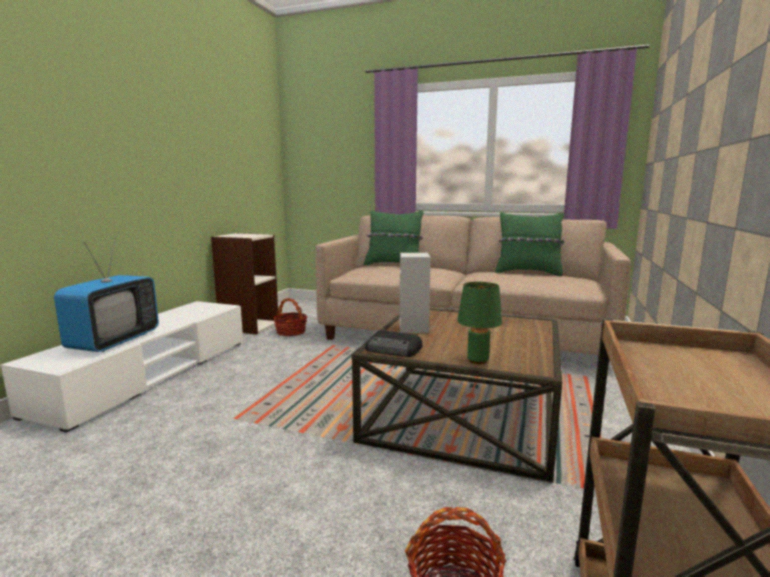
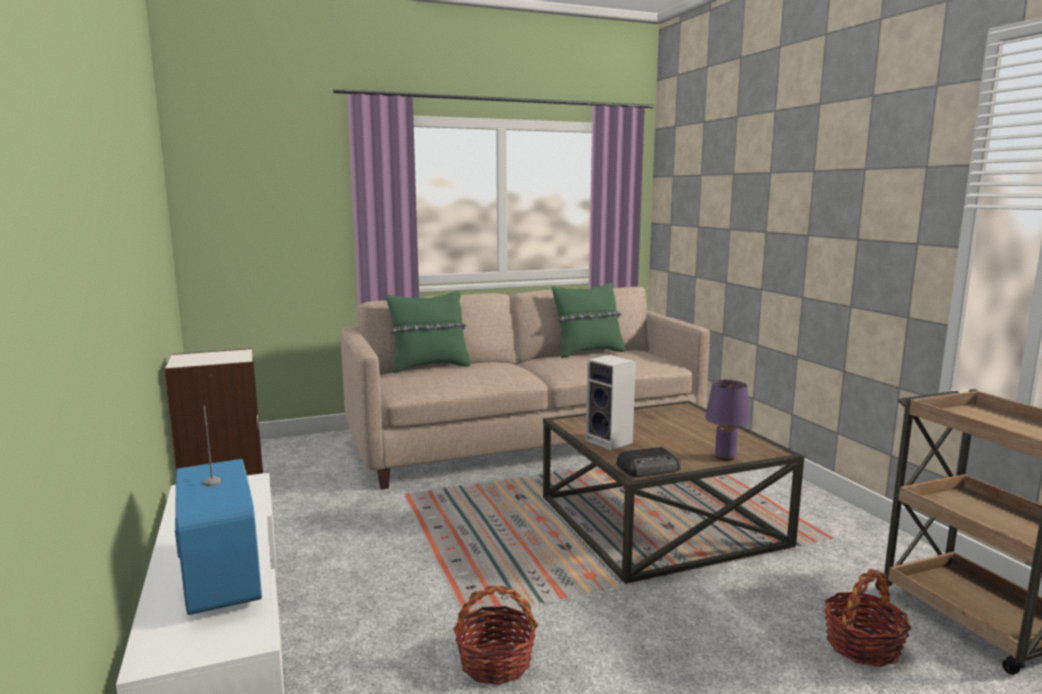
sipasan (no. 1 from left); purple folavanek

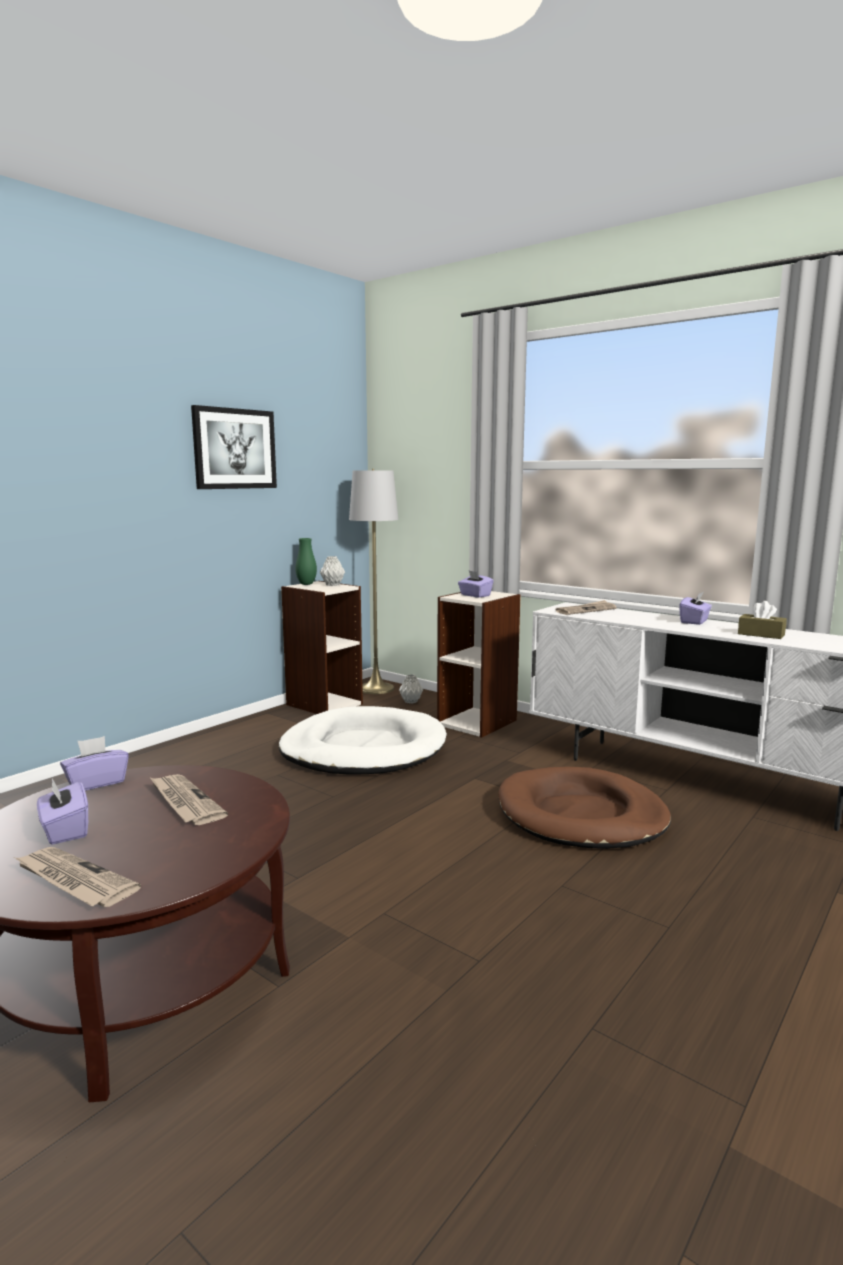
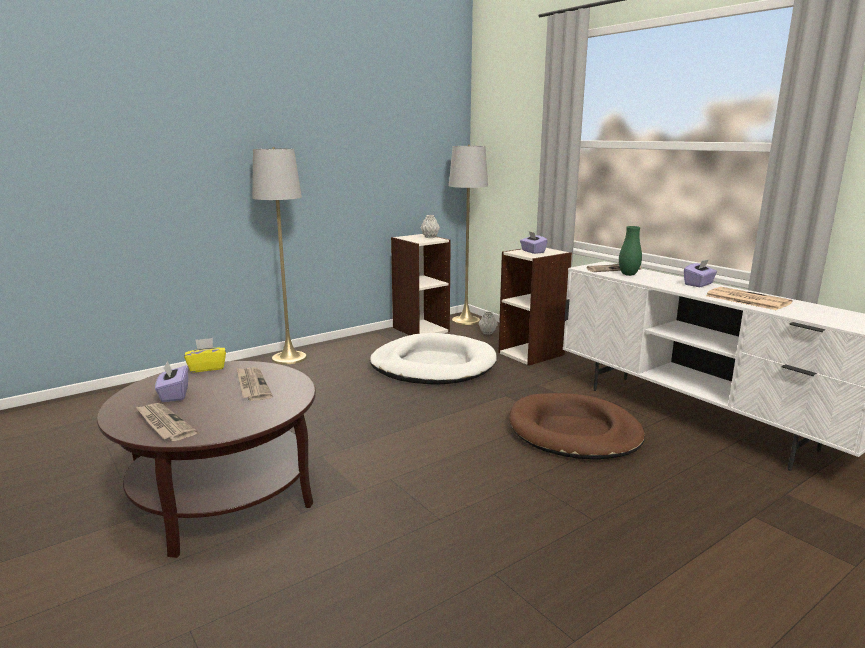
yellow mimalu; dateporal; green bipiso; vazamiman (no. 4 from left); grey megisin (no. 1 from left)

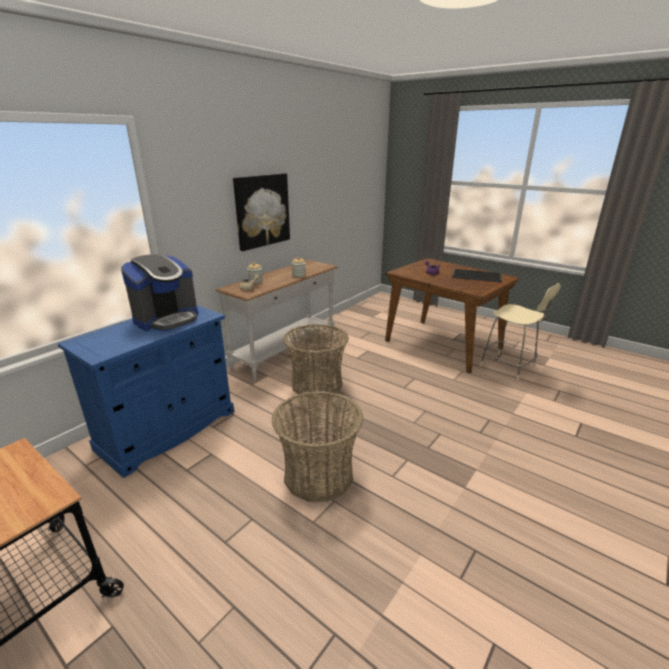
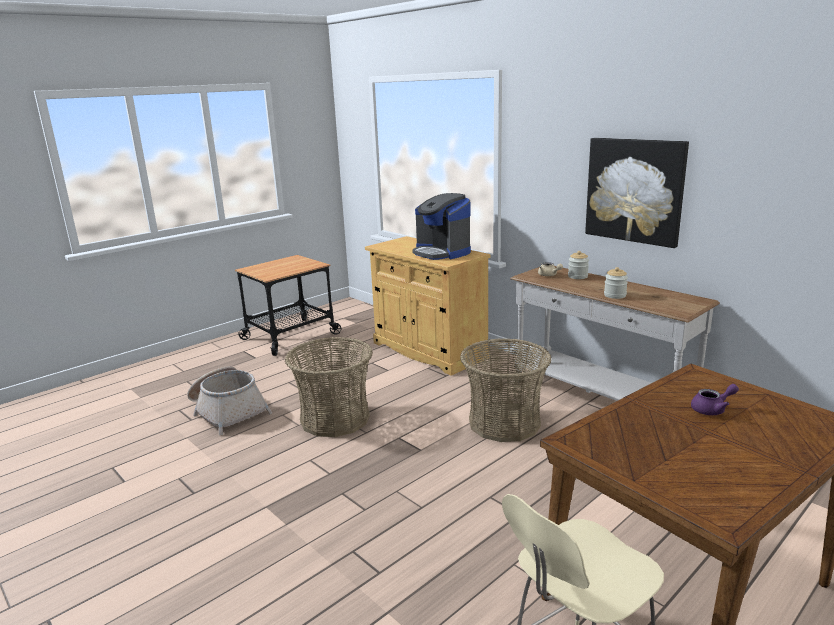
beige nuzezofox; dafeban; sipasan (no. 1 from left)

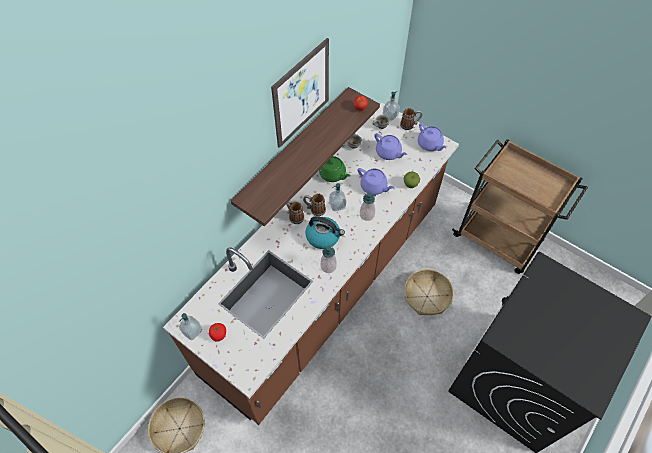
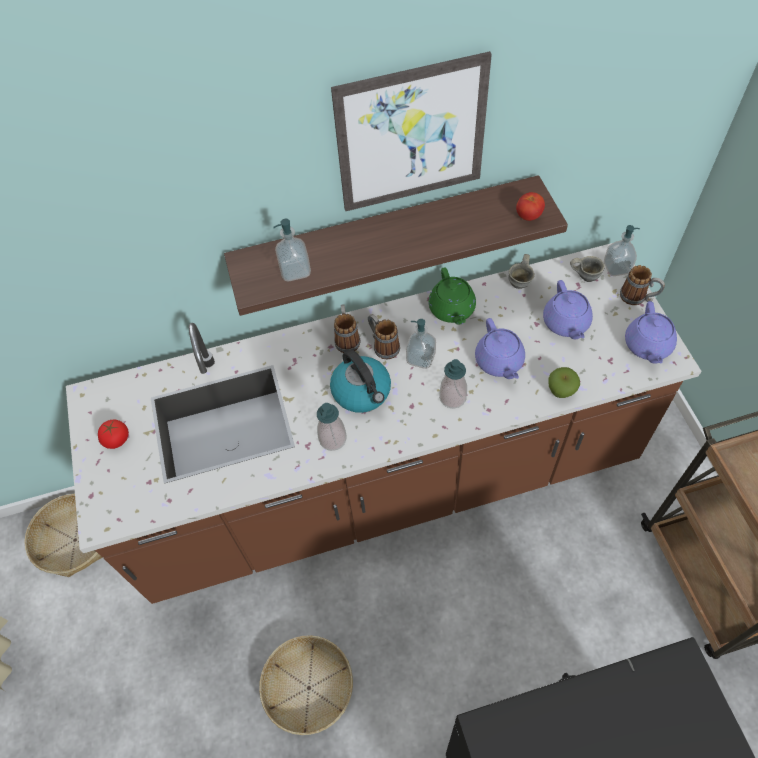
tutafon (no. 1 from left); sipasan (no. 2 from left)

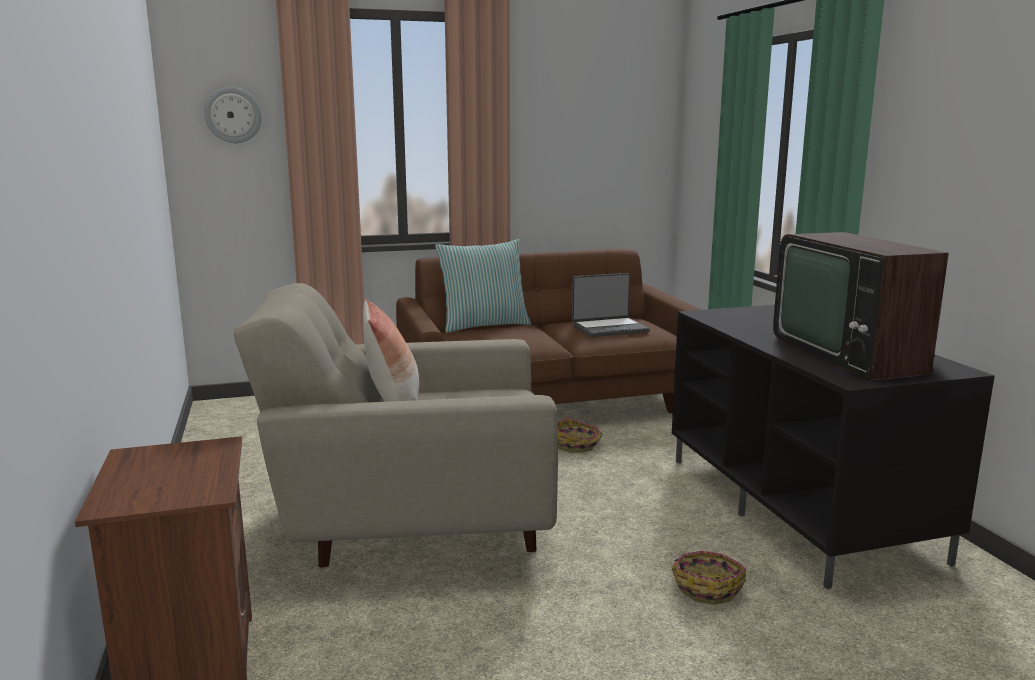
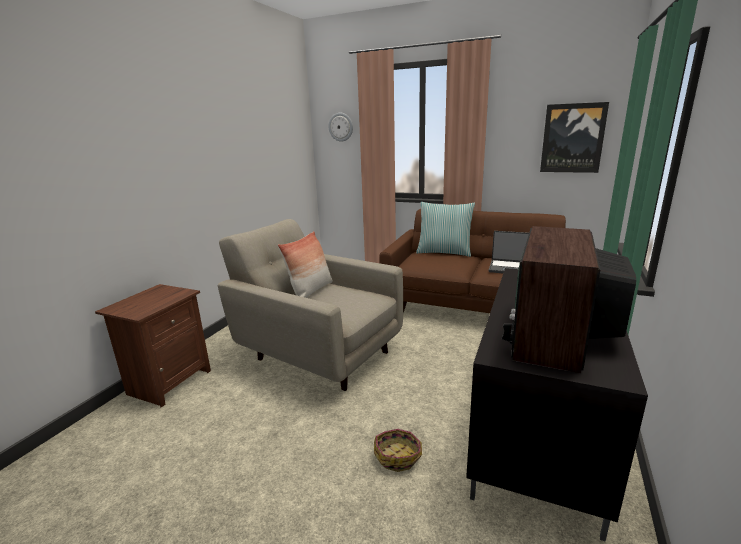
sipasan (no. 1 from left in the first image); dateporal

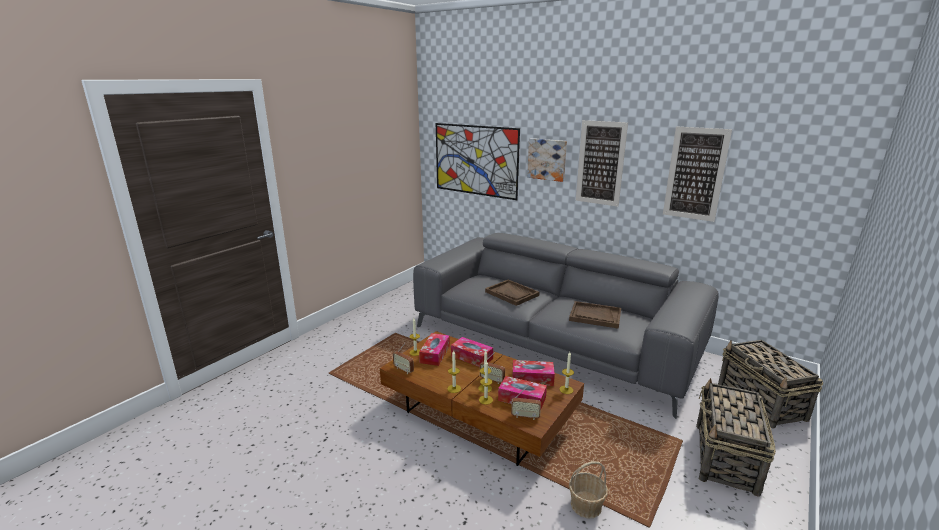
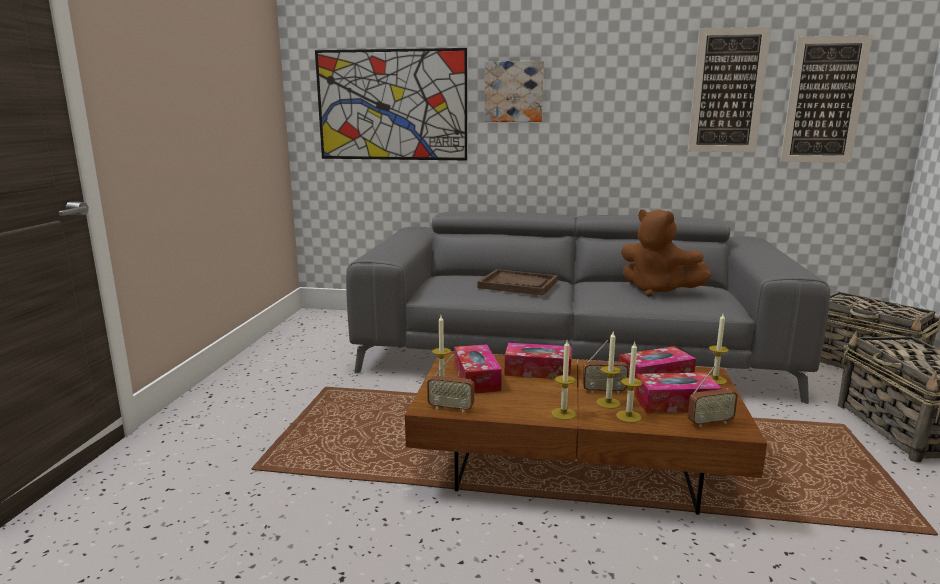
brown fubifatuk; sipasan (no. 1 from left in the first image); dateporal (no. 4 from left)

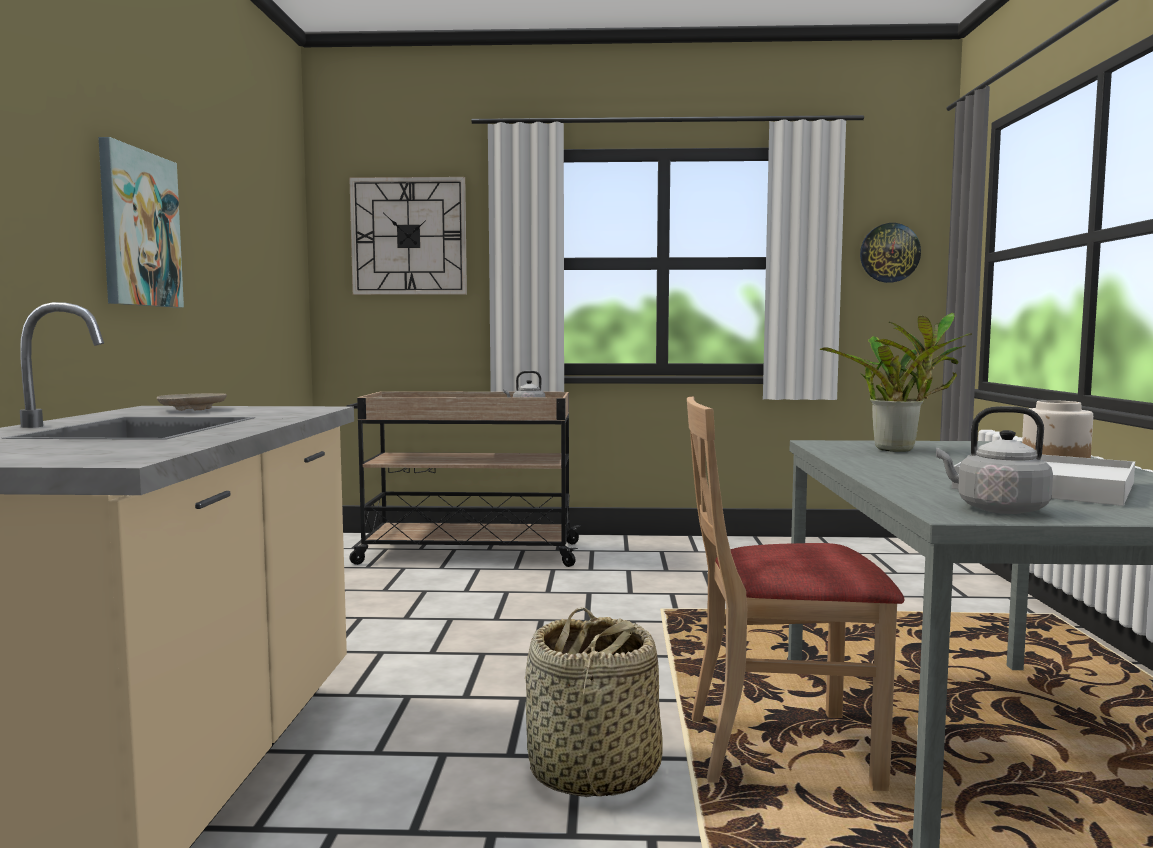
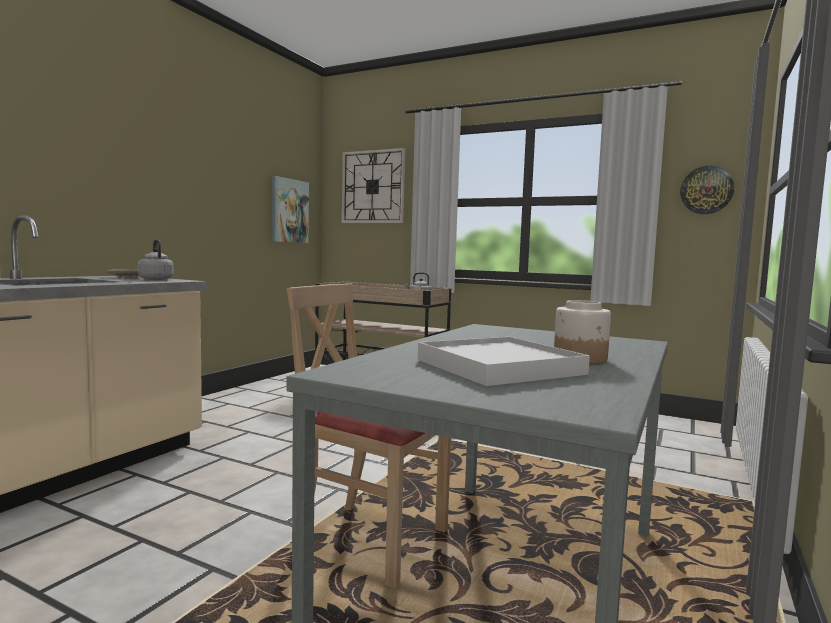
dateporal; sipasan; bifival; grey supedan (no. 1 from left)

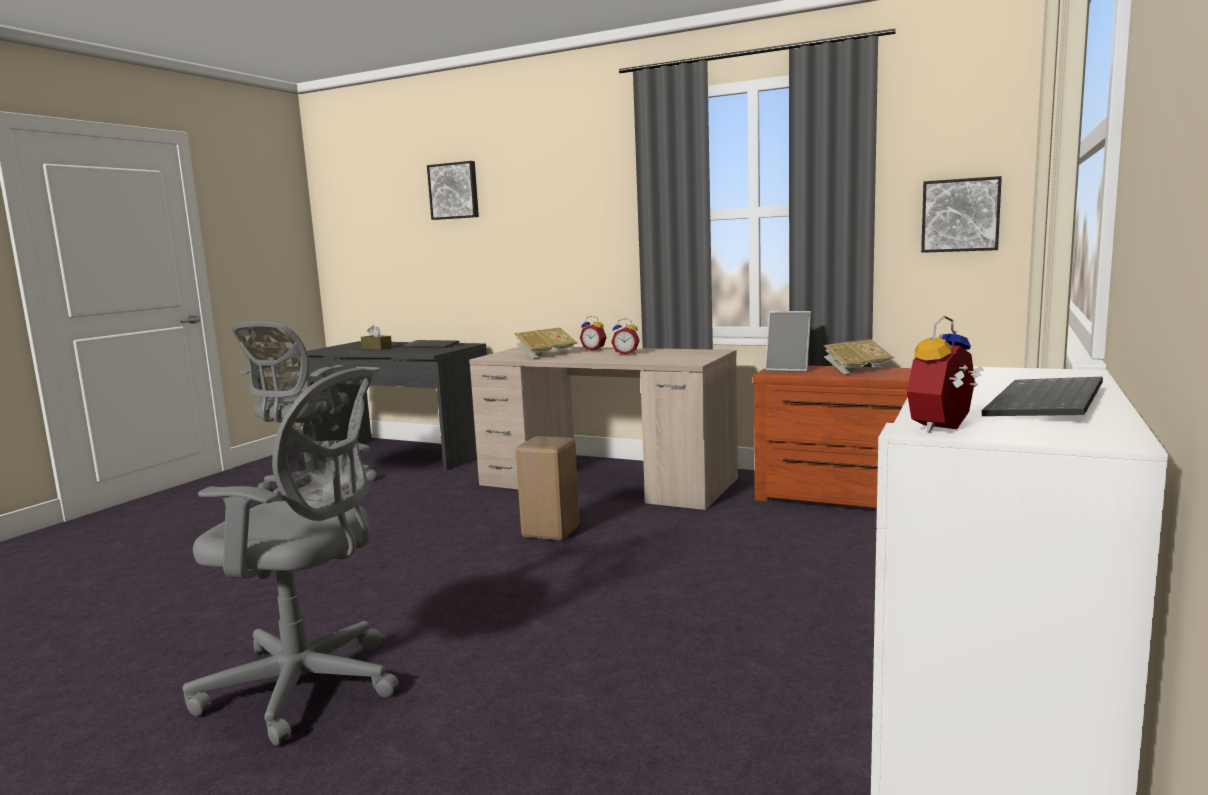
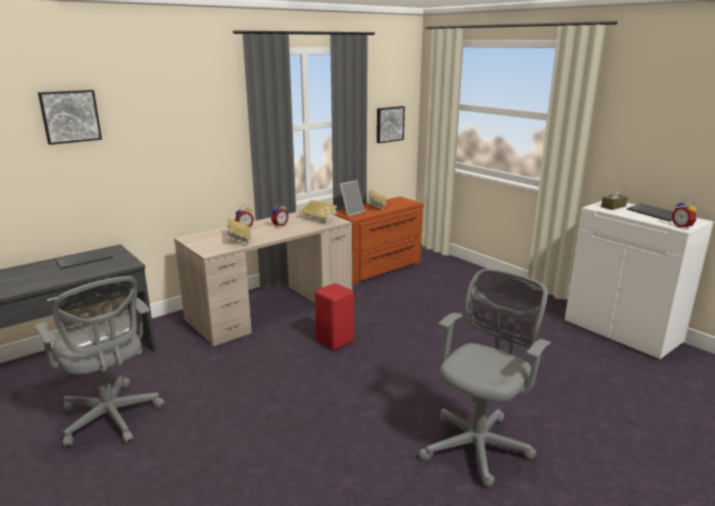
brown mimalu; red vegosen; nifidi (no. 2 from left)

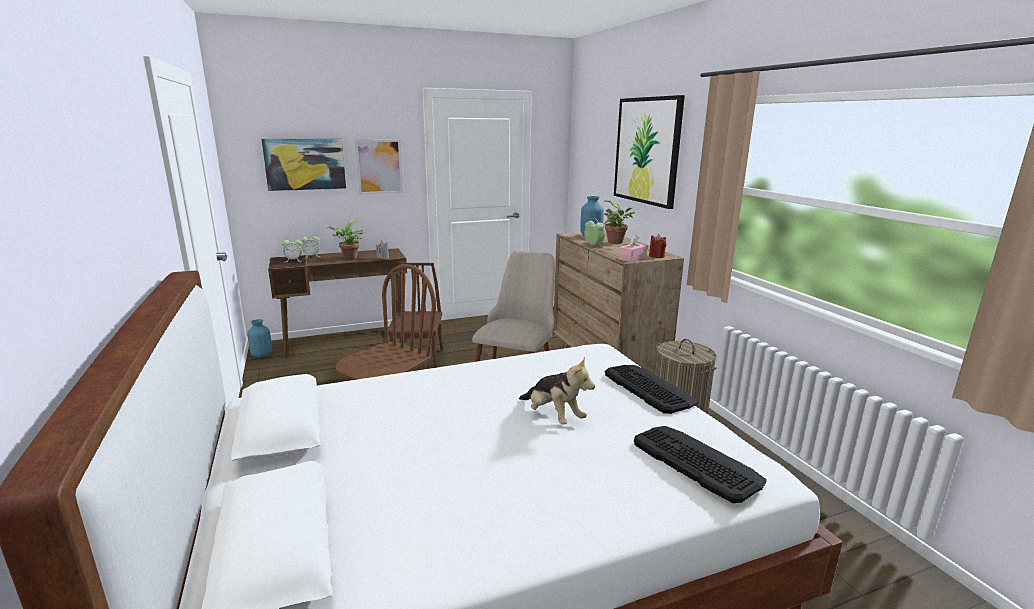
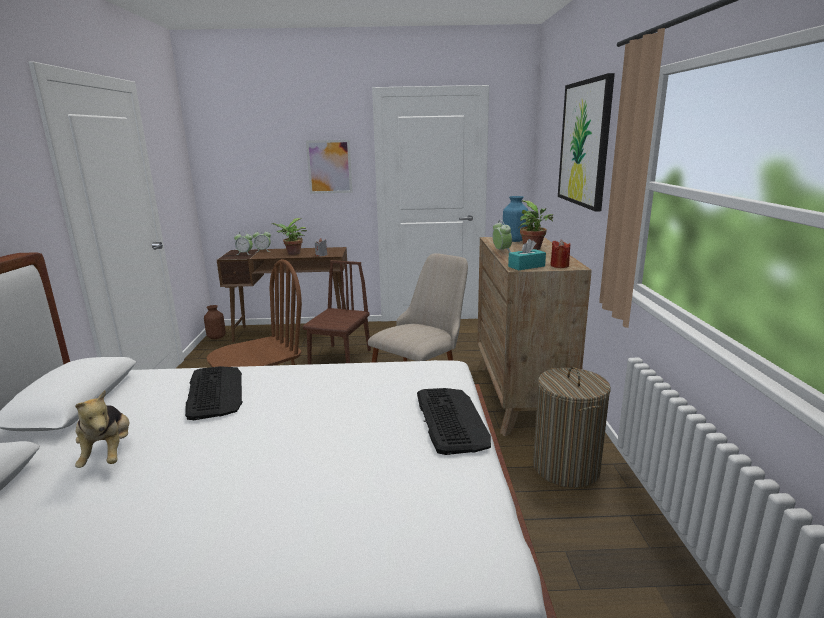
brown bipiso; dateporal (no. 1 from left in the first image); fubifatuk; turquoise mimalu; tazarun (no. 1 from left)

